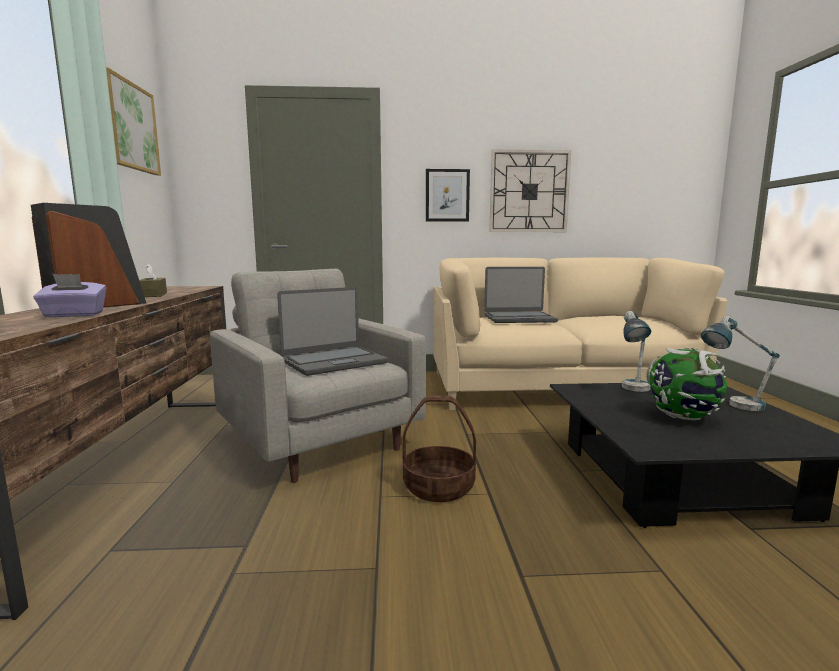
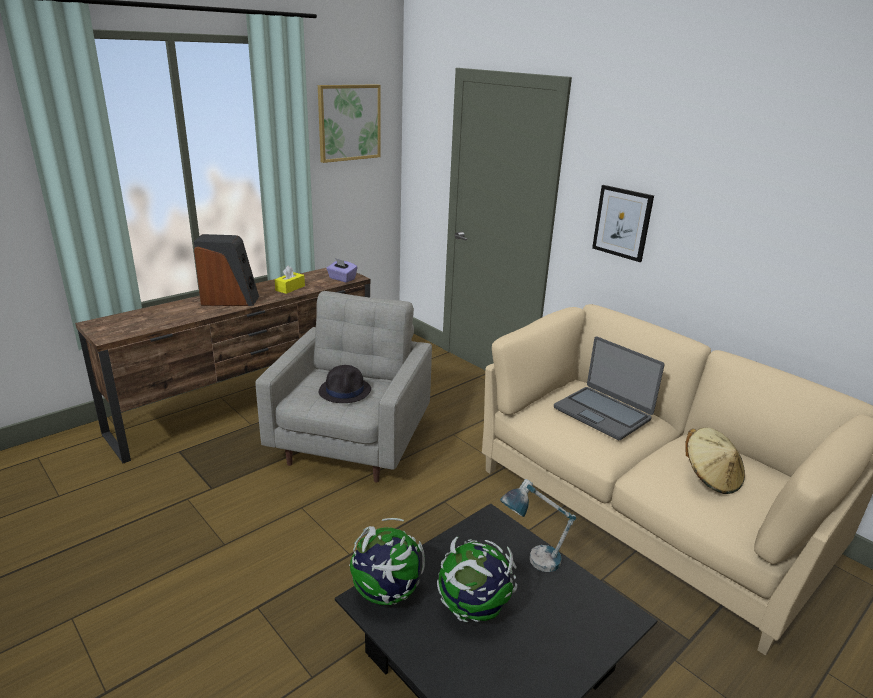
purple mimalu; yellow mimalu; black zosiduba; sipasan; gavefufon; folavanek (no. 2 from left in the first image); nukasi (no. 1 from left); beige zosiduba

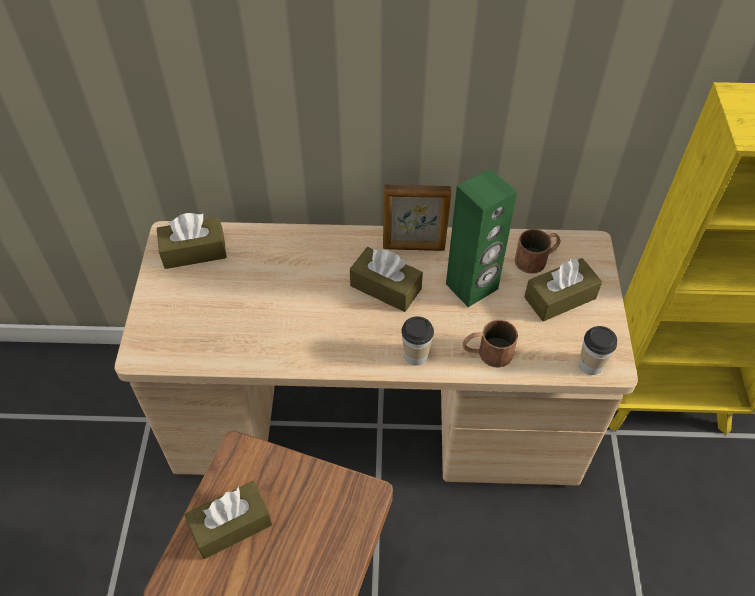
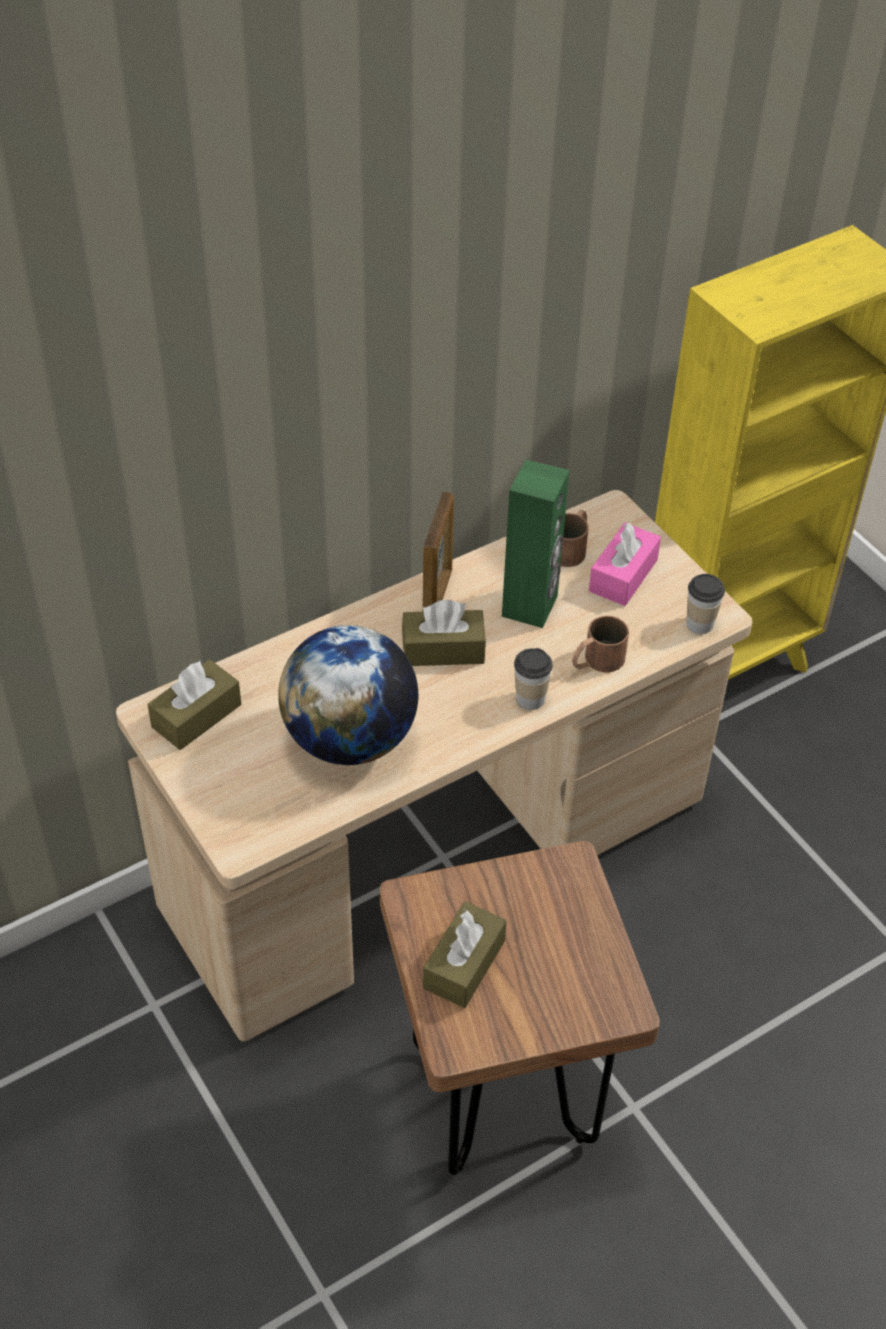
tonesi; pink mimalu; nukasi

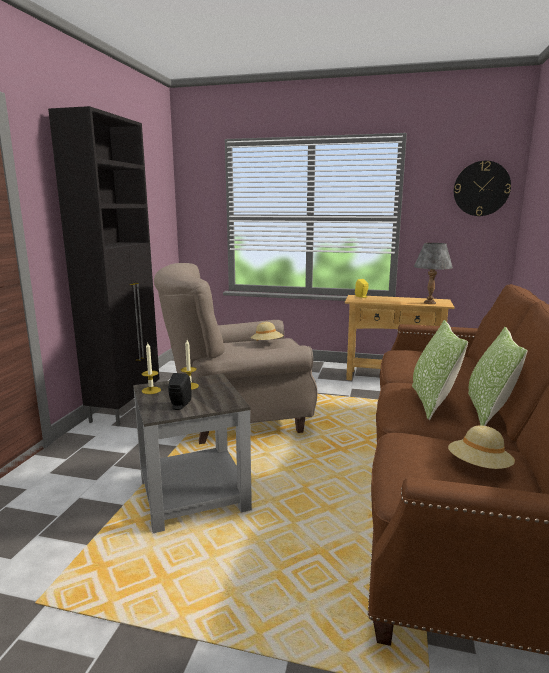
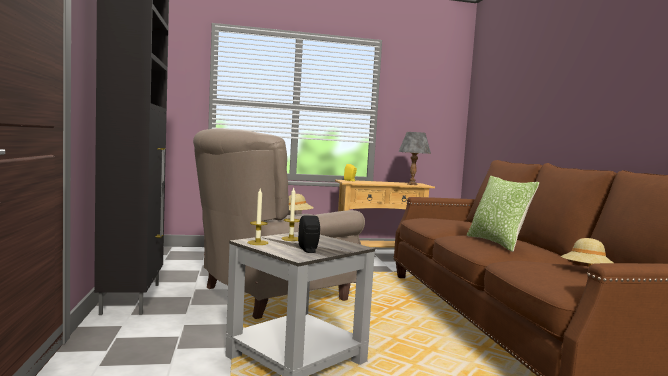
gavefufon; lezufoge (no. 2 from left in the first image)

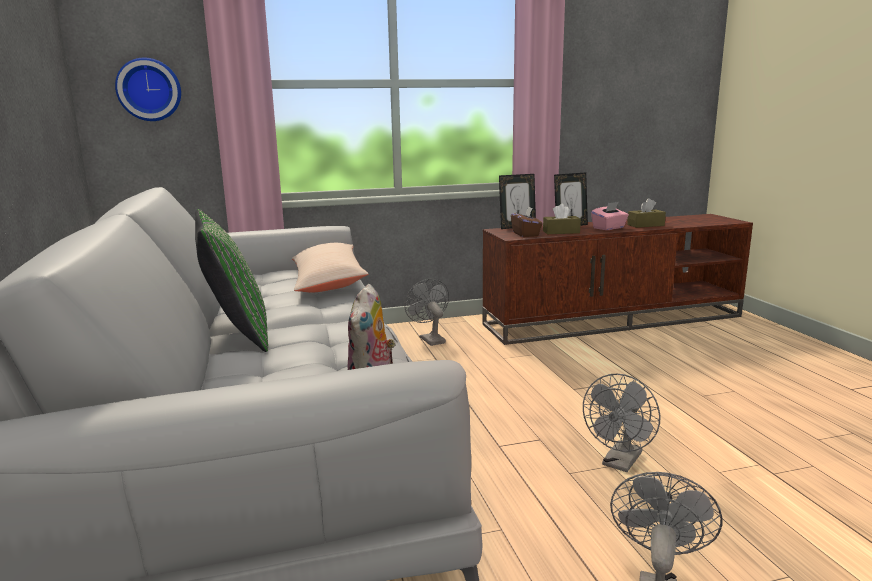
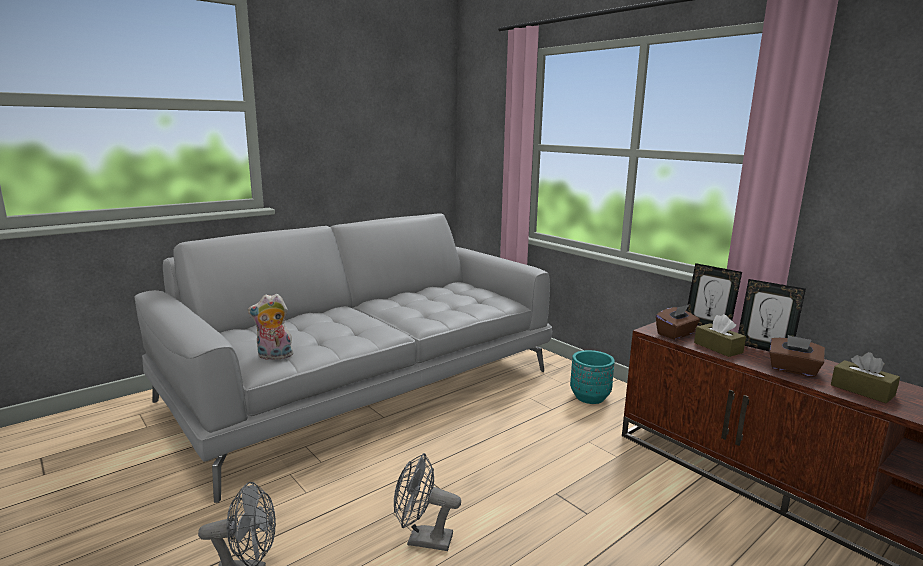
gavefufon; green lezufoge; beige lezufoge; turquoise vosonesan; brown mimalu (no. 3 from left)

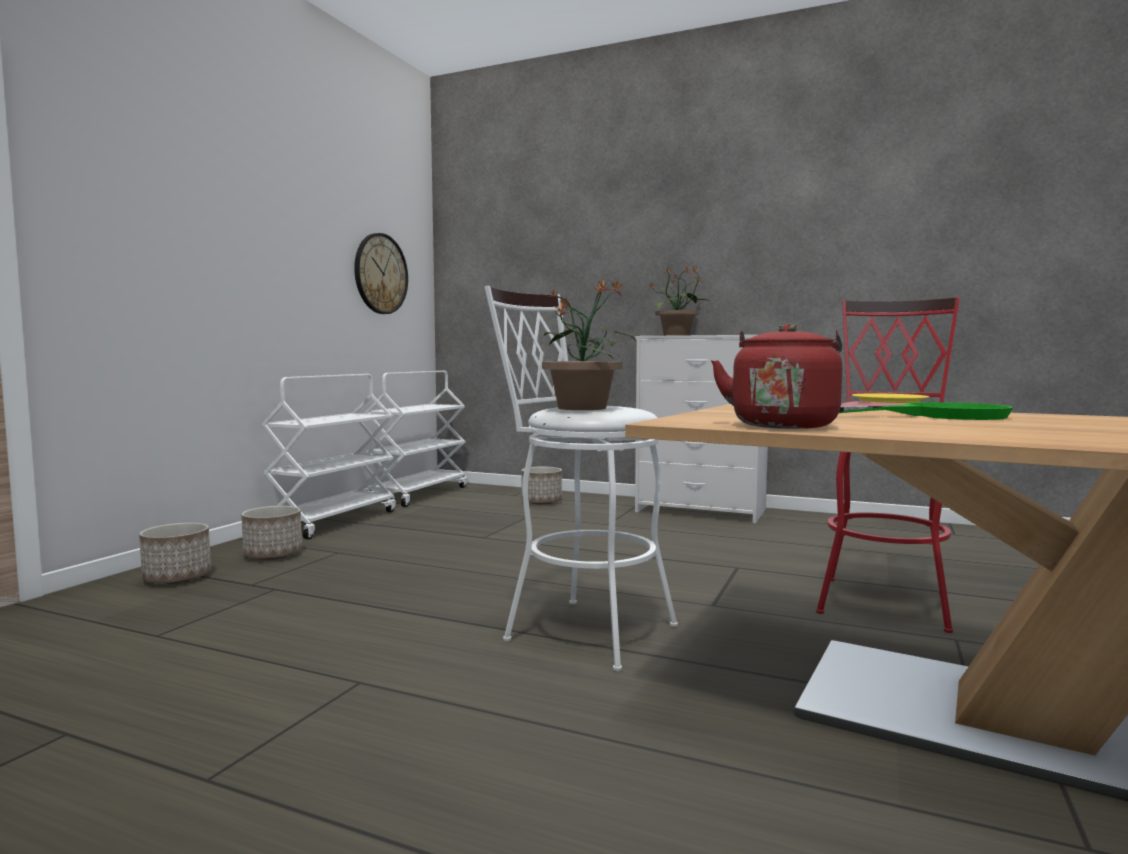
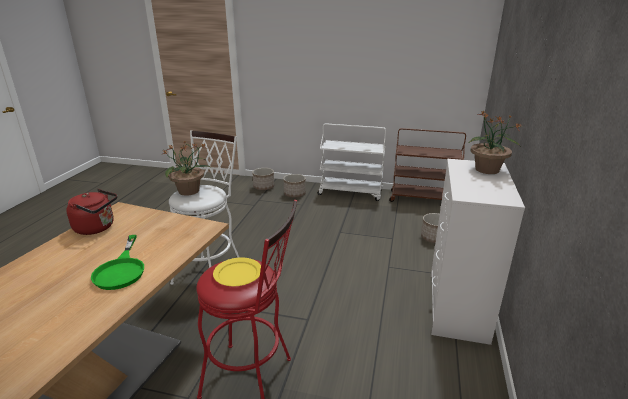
gavefufon; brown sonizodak

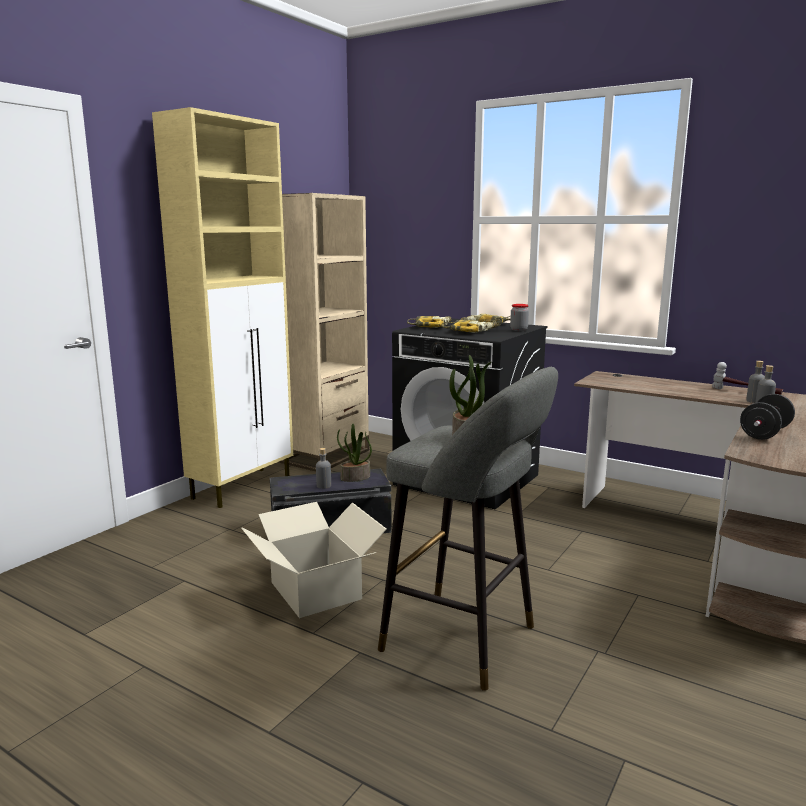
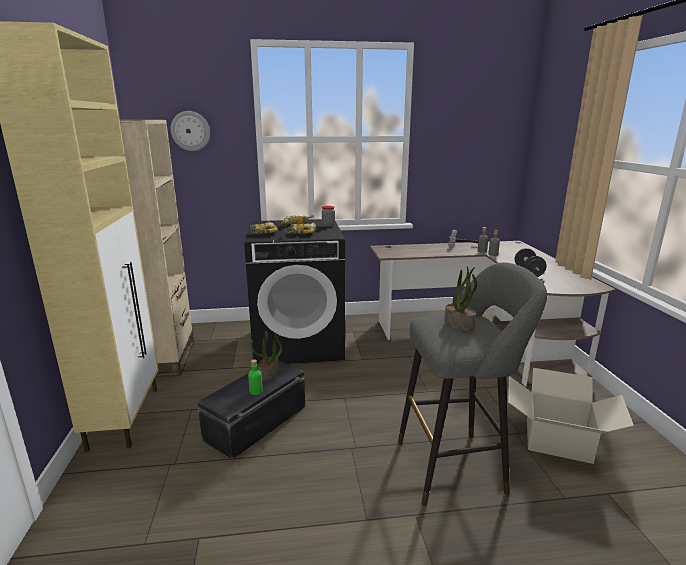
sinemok; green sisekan; gavefufon

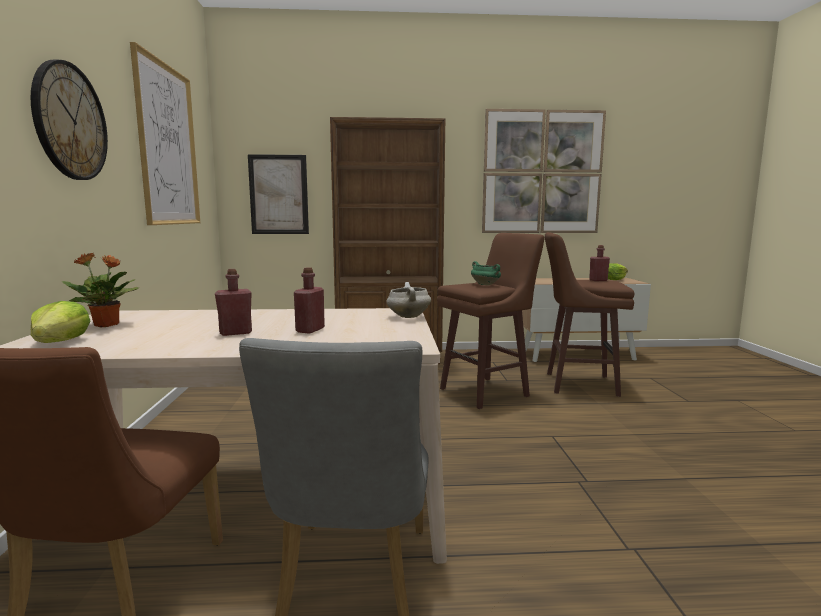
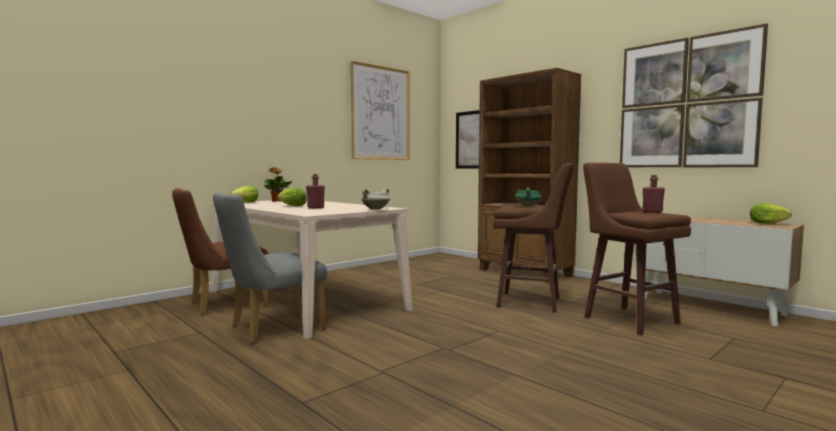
gavefufon; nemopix (no. 2 from left)

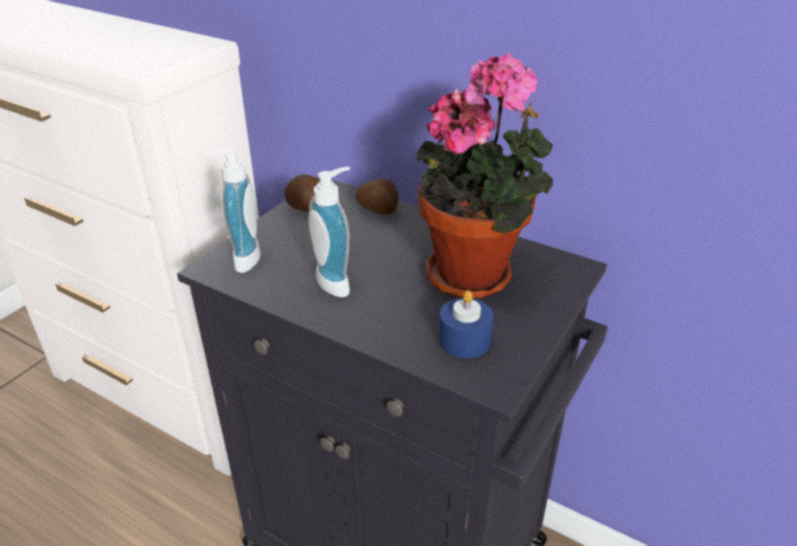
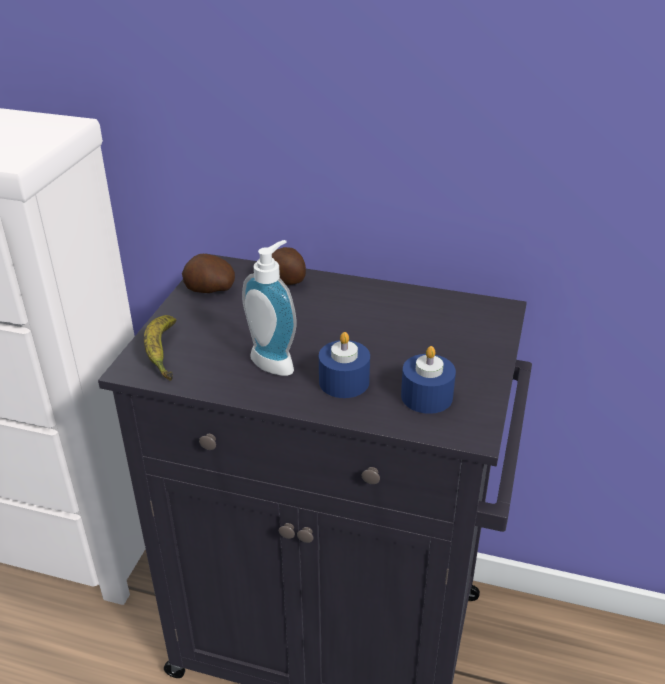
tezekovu; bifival; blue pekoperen (no. 1 from left)

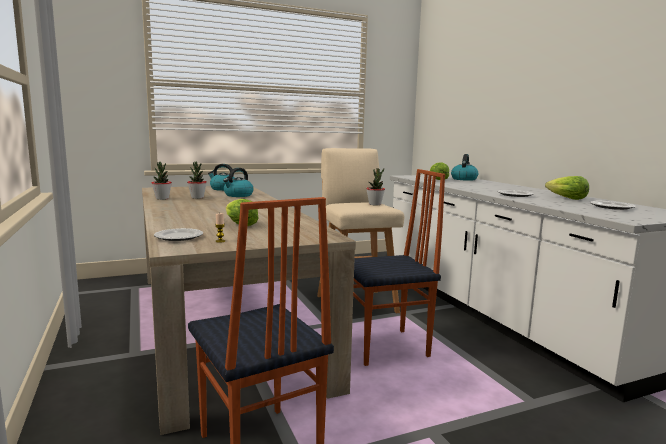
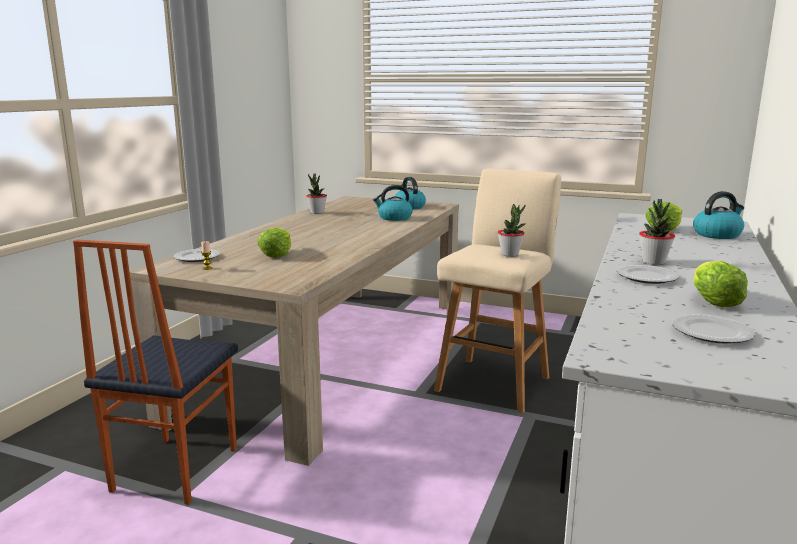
bifival (no. 3 from left); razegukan (no. 2 from left in the first image)

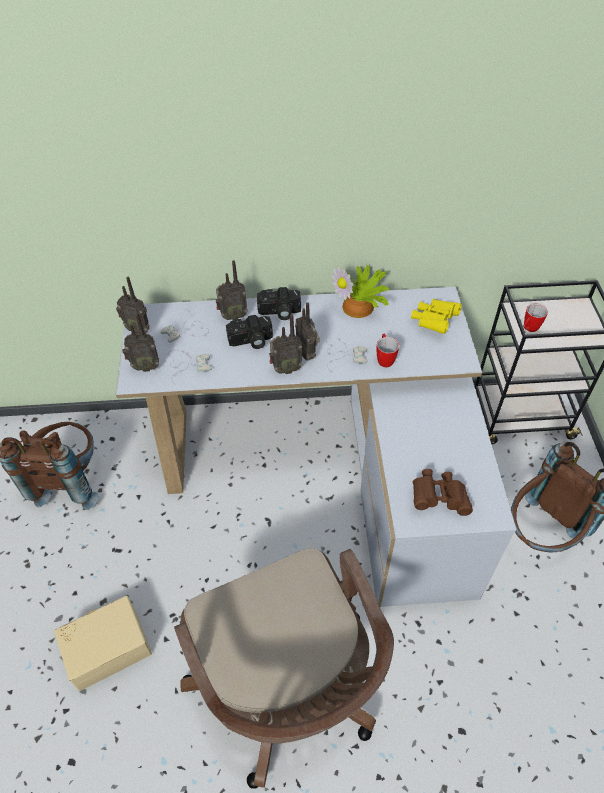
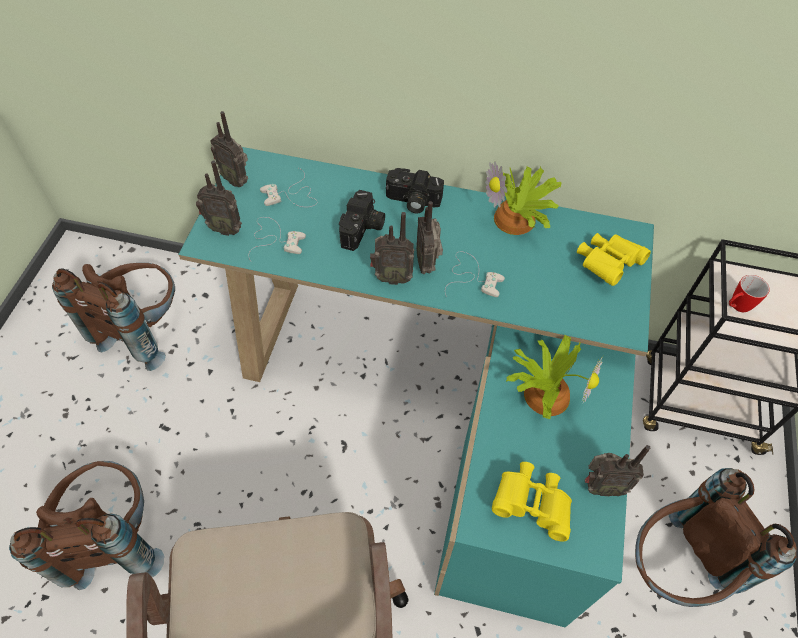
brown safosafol (no. 1 from left); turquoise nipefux; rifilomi (no. 5 from left); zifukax (no. 1 from left); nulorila (no. 1 from left in the first image); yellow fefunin (no. 1 from left); bifival (no. 2 from left)

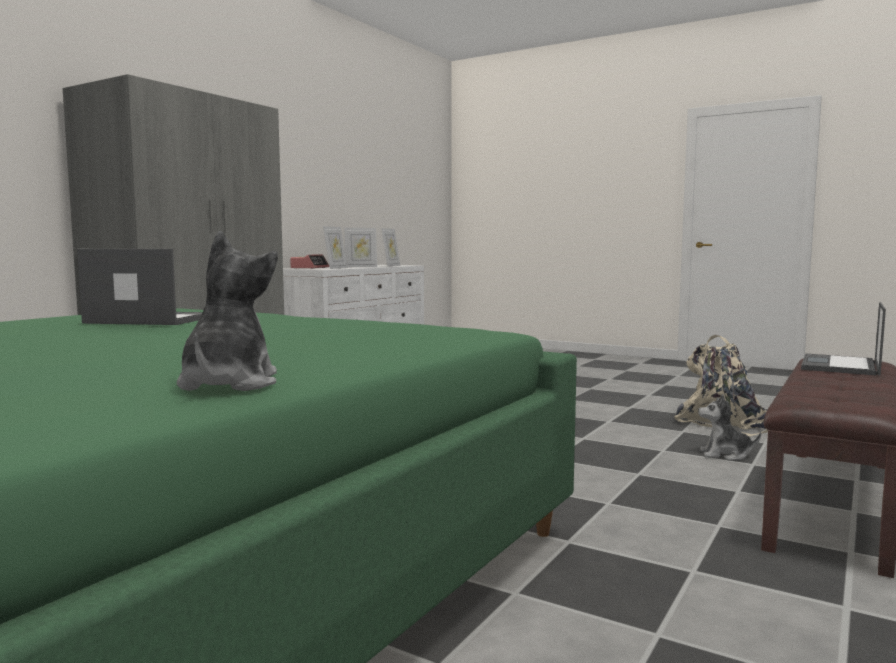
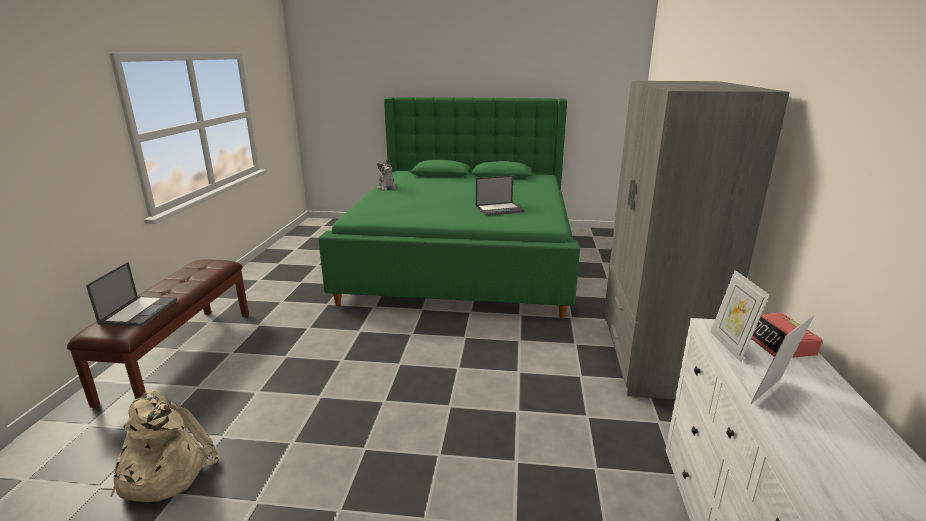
tonesi (no. 3 from left in the first image); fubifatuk (no. 2 from left in the first image)

